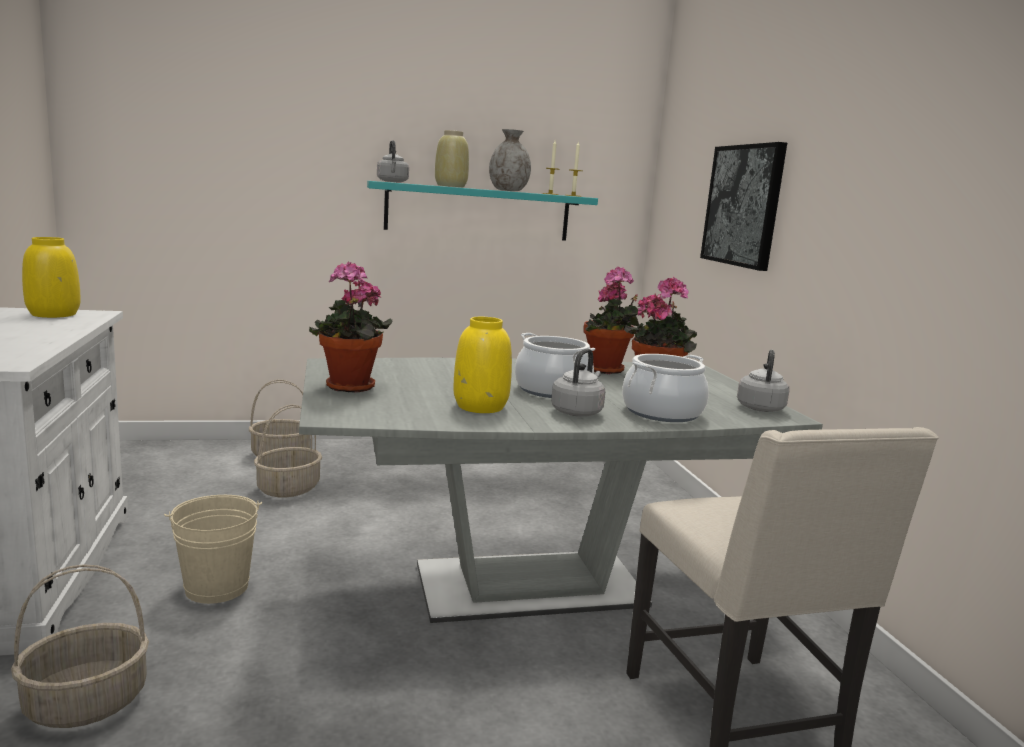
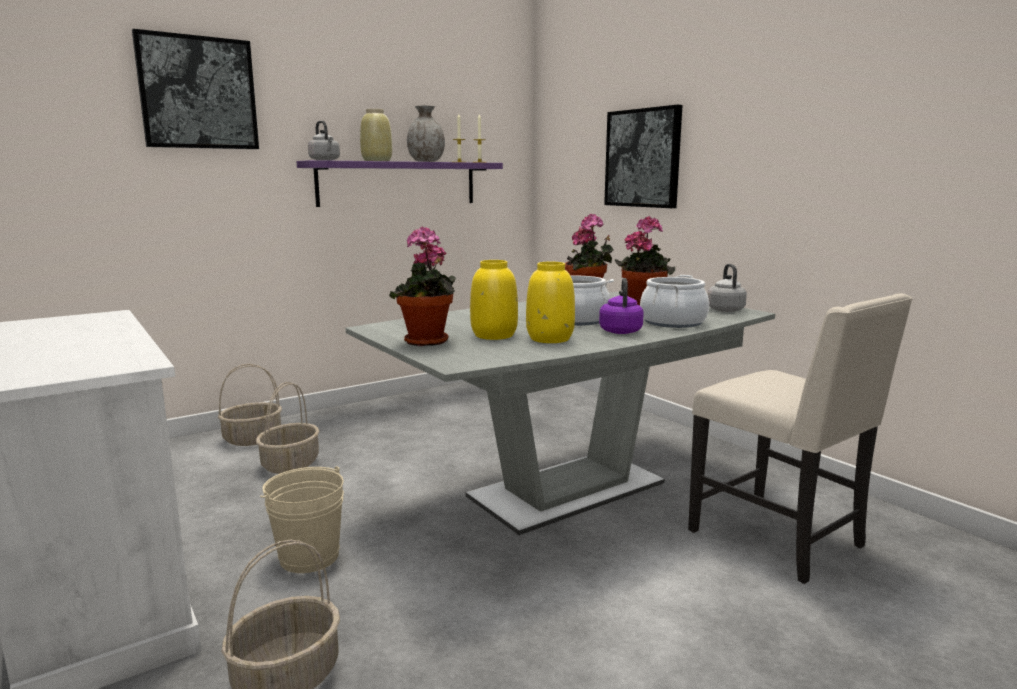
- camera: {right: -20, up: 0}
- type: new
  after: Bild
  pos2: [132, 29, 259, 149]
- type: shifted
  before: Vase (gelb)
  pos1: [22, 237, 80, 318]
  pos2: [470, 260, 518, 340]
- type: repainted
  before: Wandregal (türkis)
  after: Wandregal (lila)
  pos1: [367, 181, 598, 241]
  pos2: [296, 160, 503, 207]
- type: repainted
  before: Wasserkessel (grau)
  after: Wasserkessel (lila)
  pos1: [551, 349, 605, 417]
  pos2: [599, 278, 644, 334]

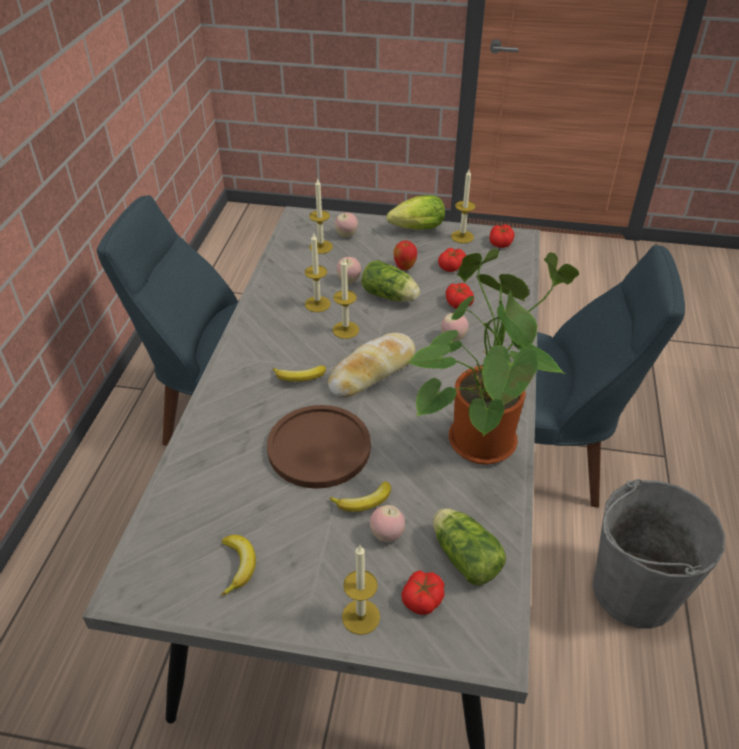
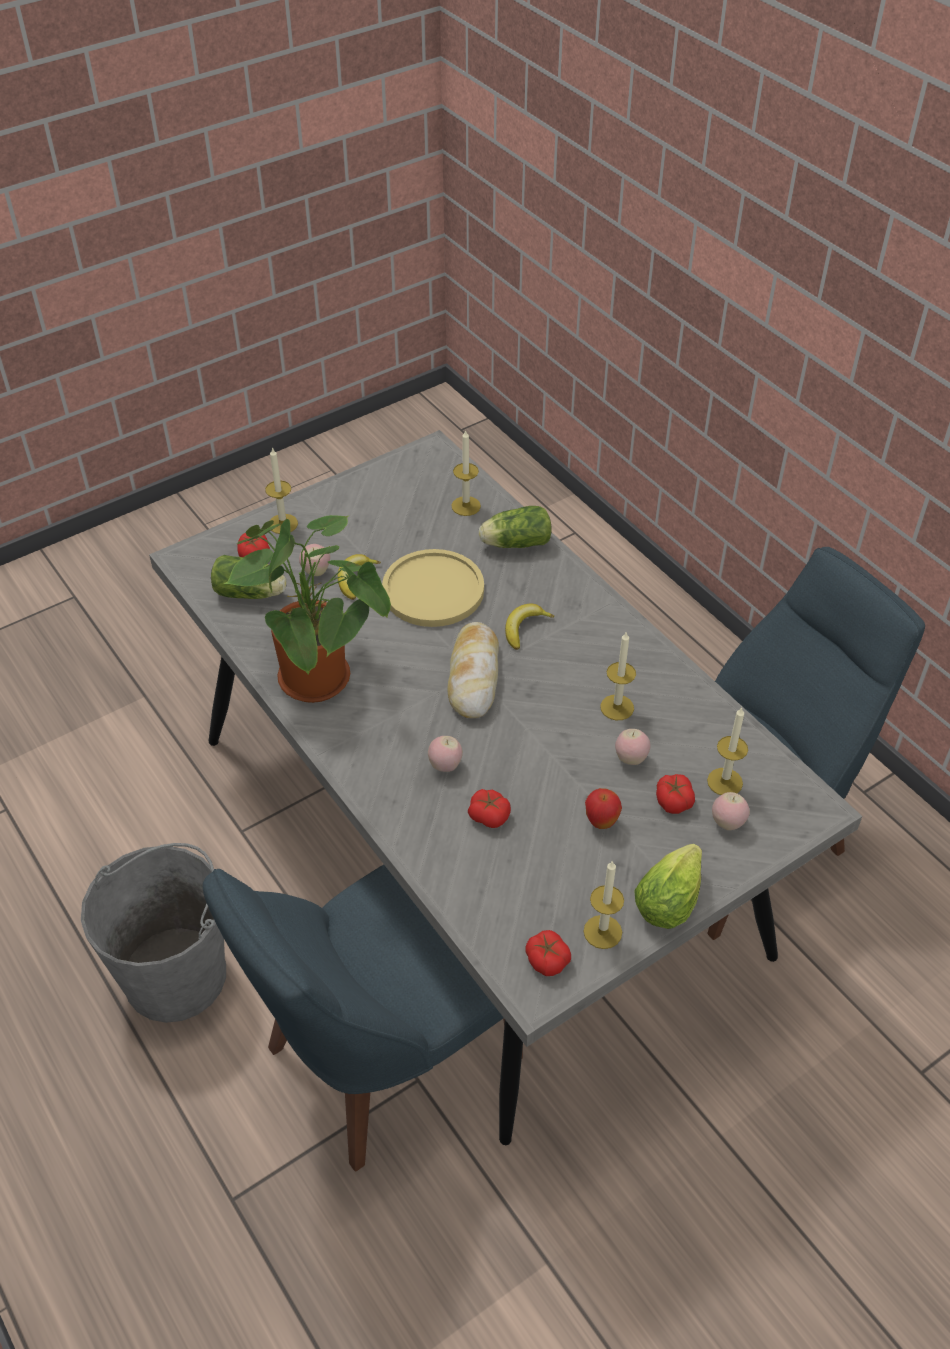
- camera: {right: 135, up: 5}
- type: gone
  before: Banane
  pos1: [221, 535, 256, 596]
- type: shifted
  before: Kerze
  pos1: [332, 258, 359, 339]
  pos2: [451, 429, 481, 516]
- type: shifted
  before: Salatkopf
  pos1: [361, 260, 420, 302]
  pos2: [479, 506, 552, 548]
- type: shifted
  before: Tomate
  pos1: [438, 248, 466, 272]
  pos2: [656, 774, 695, 814]
- type: repainted
  before: Teller (braun)
  after: Teller (gelb)
  pos1: [267, 405, 371, 489]
  pos2: [382, 549, 484, 627]

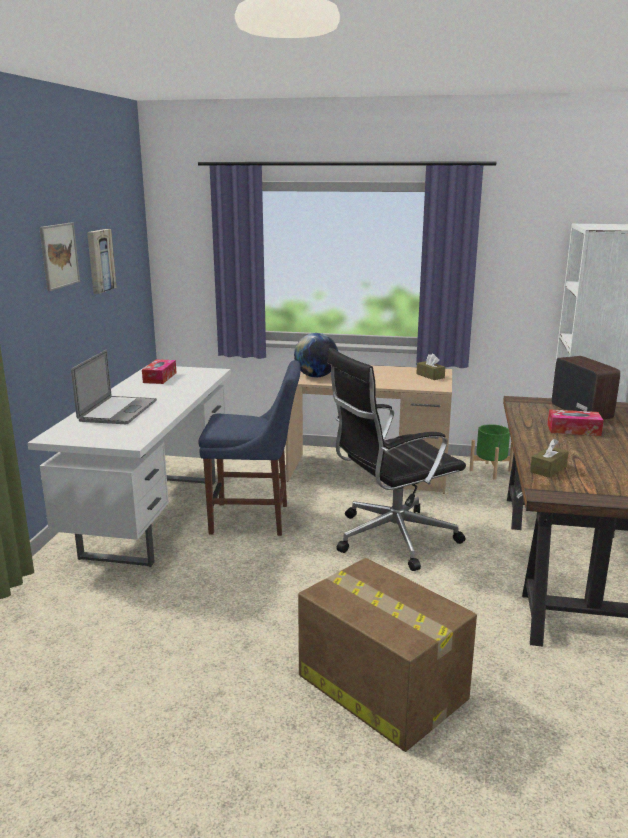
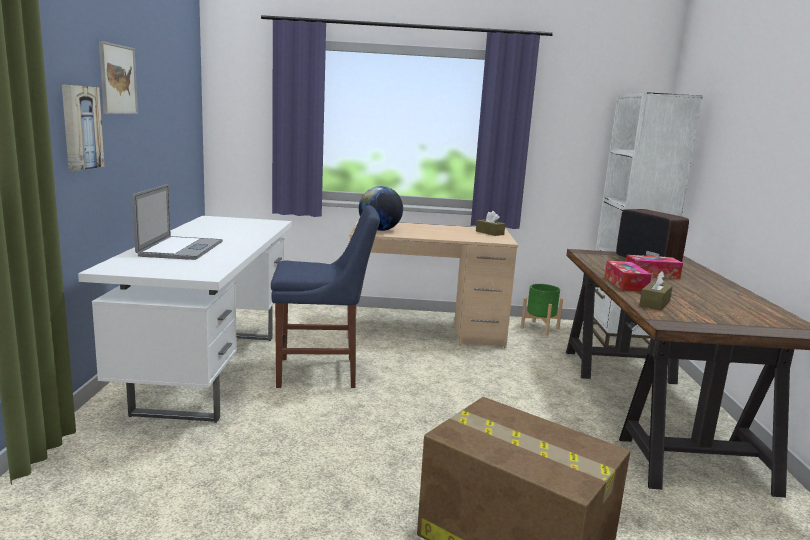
- camera: {right: -10, up: -5}
- type: gone
  before: Bürostuhl (schwarz)
  pos1: [327, 348, 466, 571]
- type: shifted
  before: Bild
  pos1: [87, 229, 117, 294]
  pos2: [62, 85, 105, 171]
- type: shifted
  before: Taschentuchbox
  pos1: [142, 359, 177, 384]
  pos2: [604, 261, 652, 291]

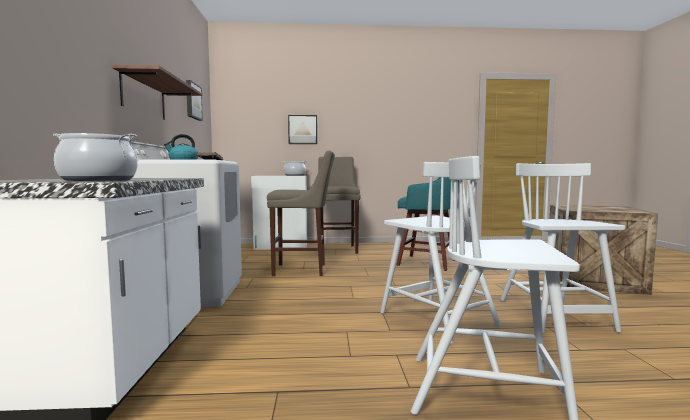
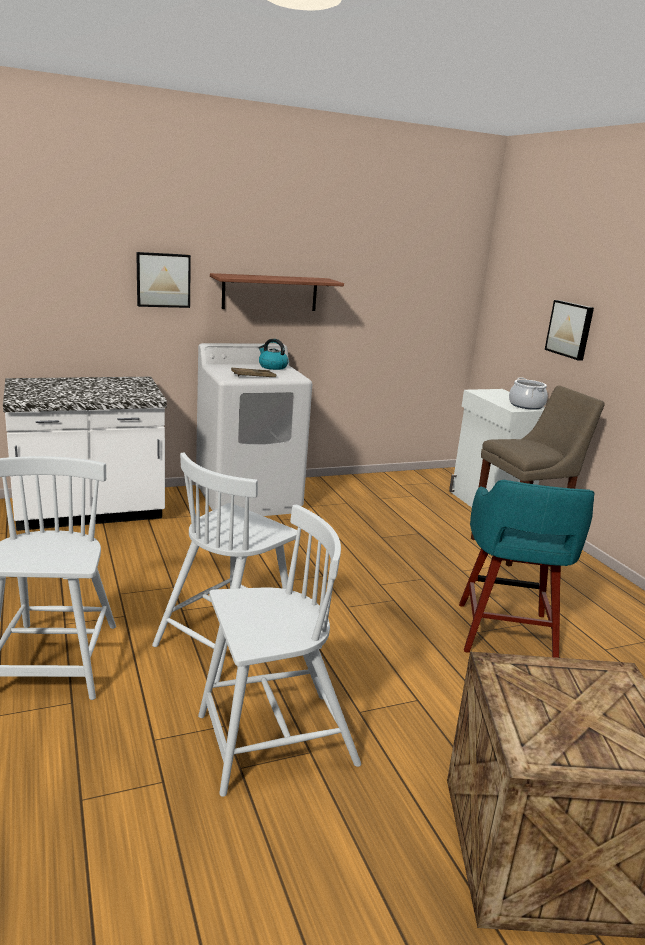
- camera: {right: 70, up: 15}
- type: gone
  before: Kochtopf
  pos1: [53, 133, 137, 181]
- type: gone
  before: Hocker (beige)
  pos1: [267, 151, 335, 276]
- type: shifted
  before: Bild
  pos1: [186, 80, 203, 121]
  pos2: [136, 252, 191, 308]

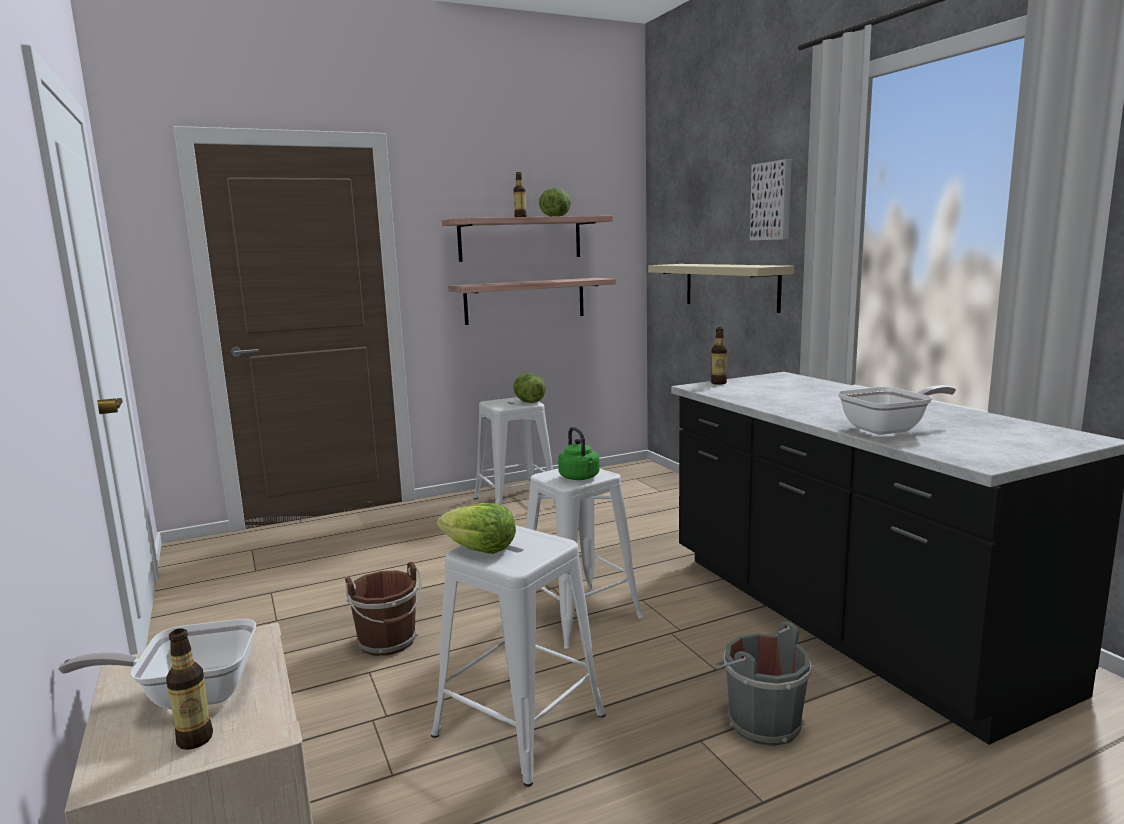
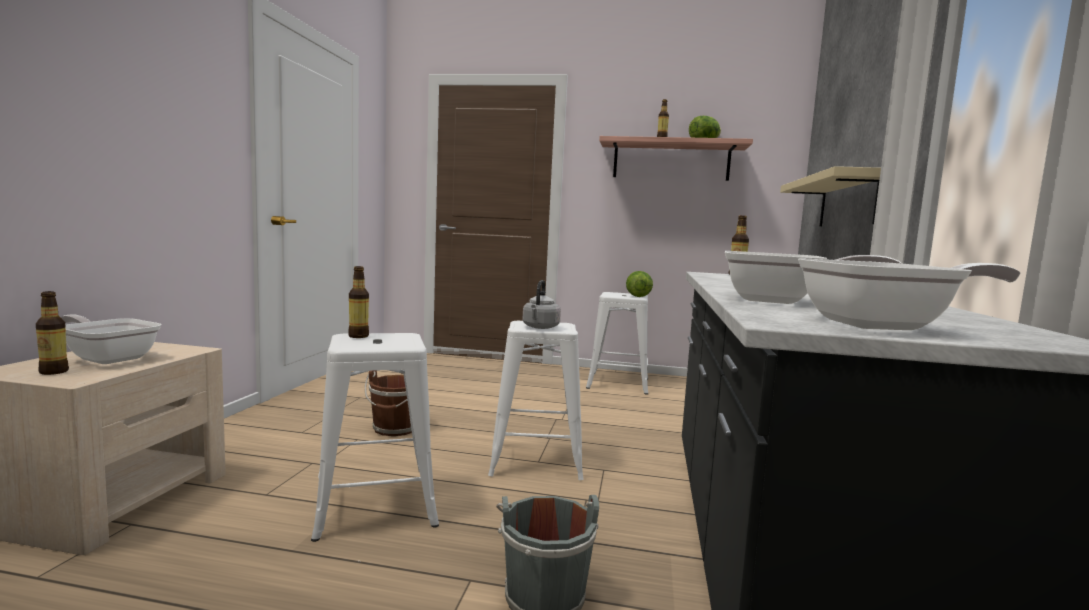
- camera: {right: 35, up: -5}
- type: gone
  before: Wandregal
  pos1: [448, 278, 616, 325]
- type: gone
  before: Bild
  pos1: [750, 159, 791, 240]
- type: new
  after: Pfanne
  pos2: [798, 258, 1020, 330]
- type: swapped
  before: Salatkopf
  after: Flasche
  pos1: [437, 503, 516, 554]
  pos2: [348, 266, 369, 338]
- type: repainted
  before: Wasserkessel (grün)
  after: Wasserkessel (grau)
  pos1: [558, 427, 599, 480]
  pos2: [522, 280, 561, 329]

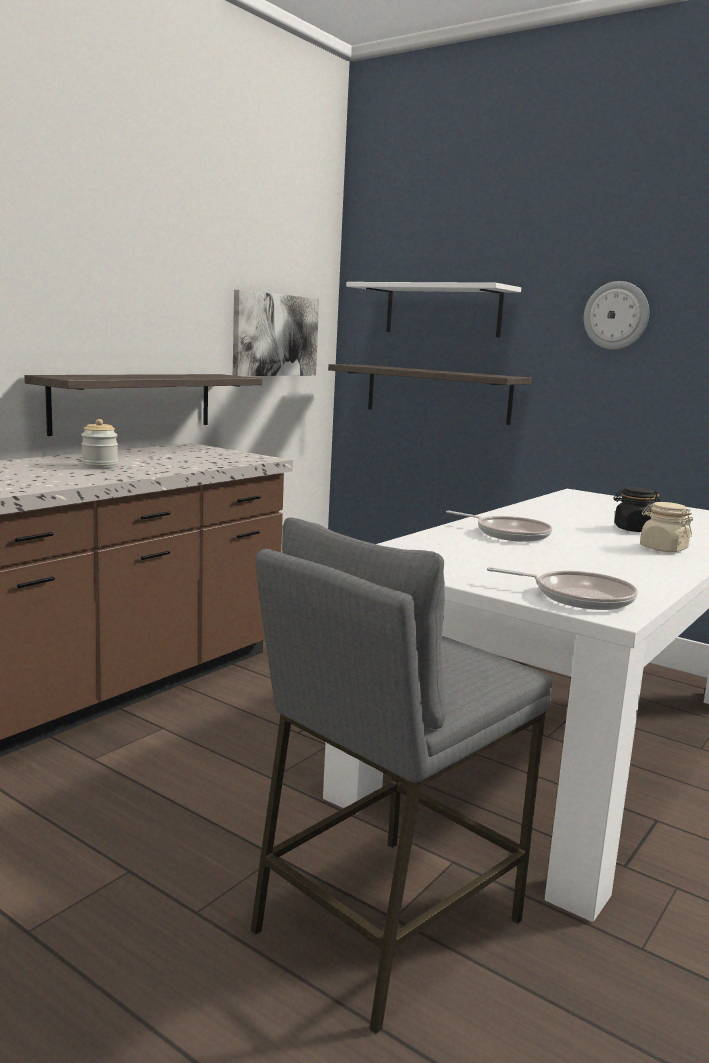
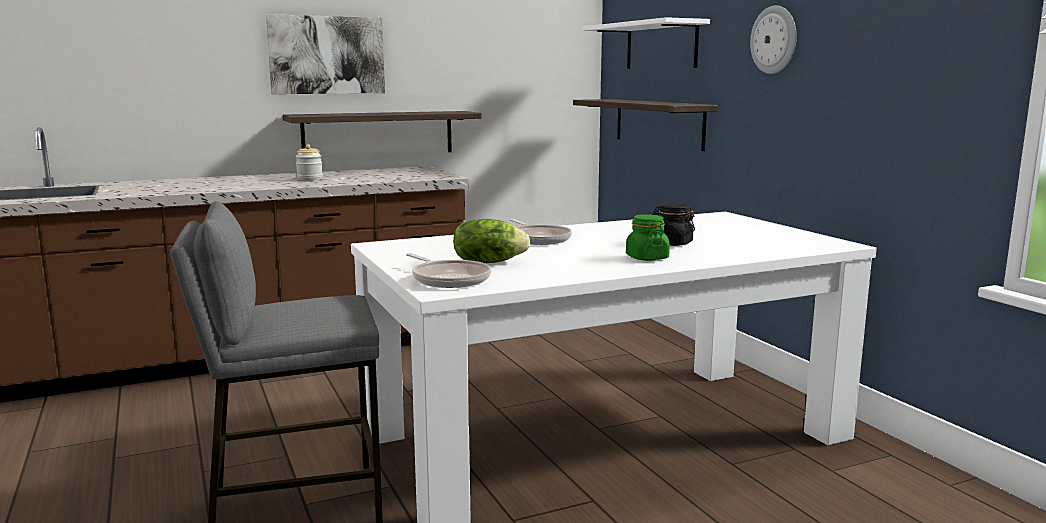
- camera: {right: 30, up: 0}
- type: new
  after: Salatkopf
  pos2: [453, 219, 530, 263]
- type: shifted
  before: Bild
  pos1: [233, 290, 319, 376]
  pos2: [266, 14, 385, 94]
- type: repainted
  before: Vorratsglas (beige)
  after: Vorratsglas (grün)
  pos1: [640, 502, 693, 552]
  pos2: [626, 214, 670, 261]

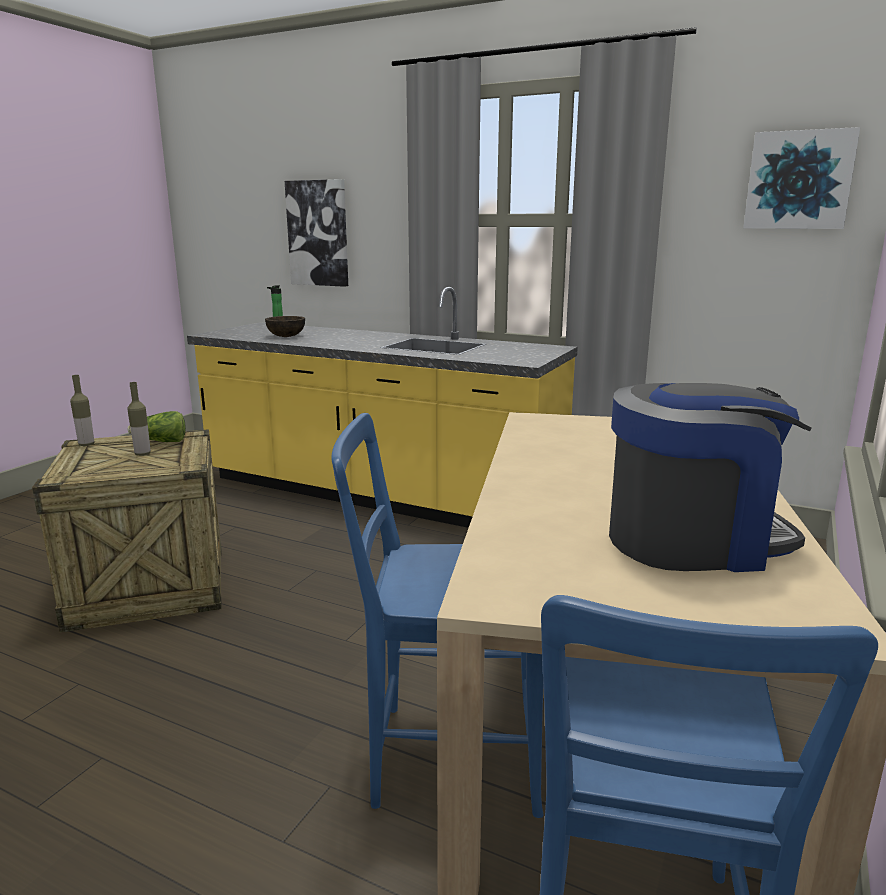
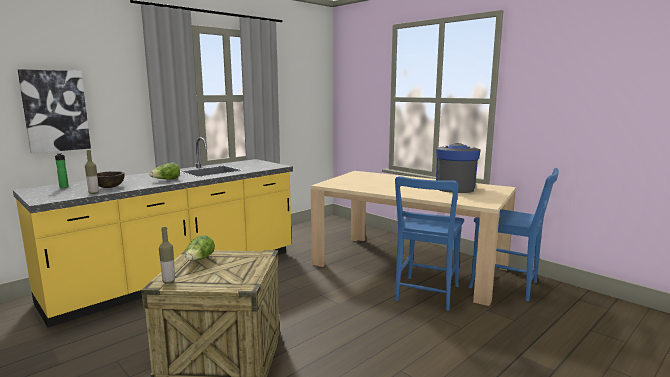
- camera: {right: -70, up: -5}
- type: gone
  before: Bild
  pos1: [743, 127, 860, 229]
- type: new
  after: Salatkopf
  pos2: [149, 162, 180, 180]
- type: shifted
  before: Flasche
  pos1: [127, 382, 151, 456]
  pos2: [85, 150, 99, 194]

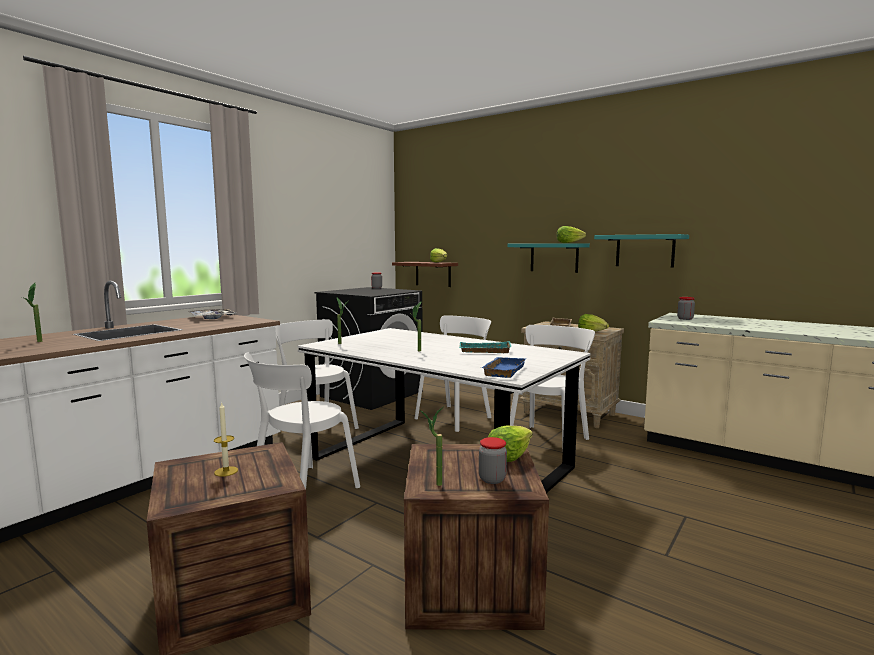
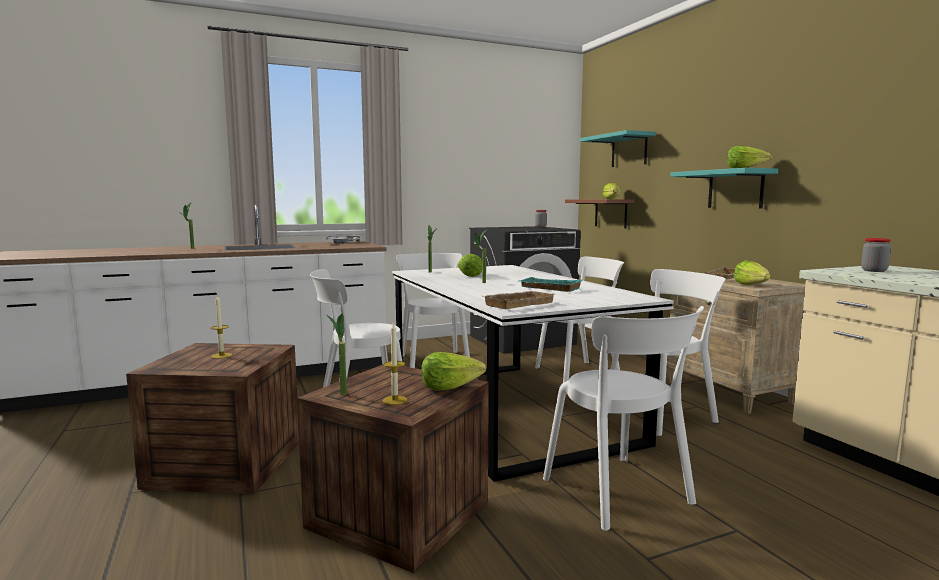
- camera: {right: 30, up: 0}
- type: new
  after: Salatkopf
  pos2: [458, 254, 482, 277]
- type: new
  after: Stuhl (weiß)
  pos2: [543, 306, 704, 531]
- type: shifted
  before: Wandregal (türkis)
  pos1: [594, 234, 689, 268]
  pos2: [580, 130, 656, 167]
- type: swapped
  before: Vorratsglas
  after: Kerze
  pos1: [479, 437, 507, 484]
  pos2: [383, 322, 407, 405]
- type: repainted
  before: Tablett (blau)
  after: Tablett (beige)
  pos1: [482, 357, 526, 378]
  pos2: [483, 291, 555, 309]

